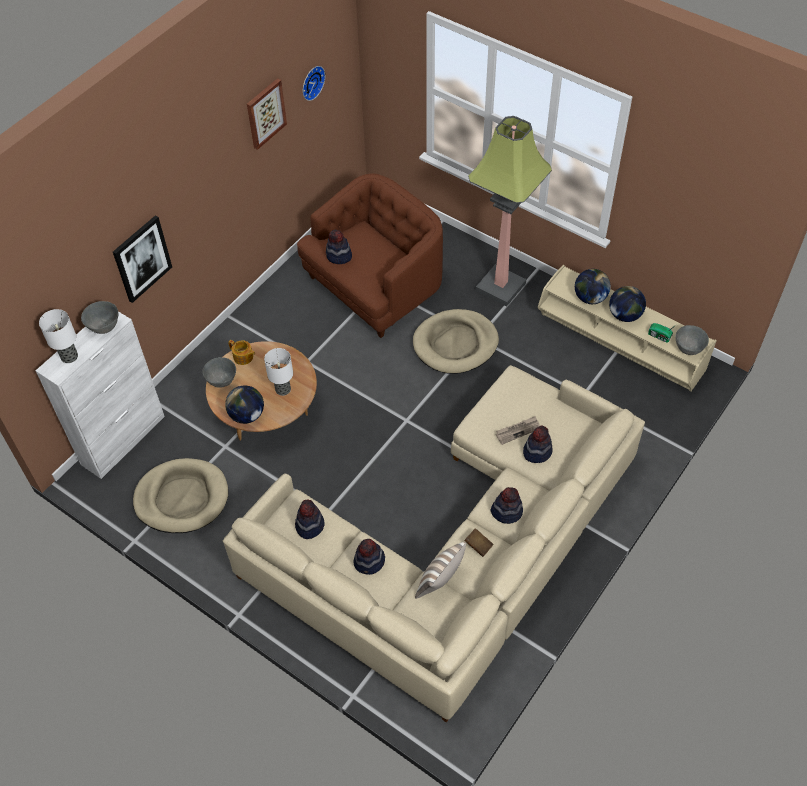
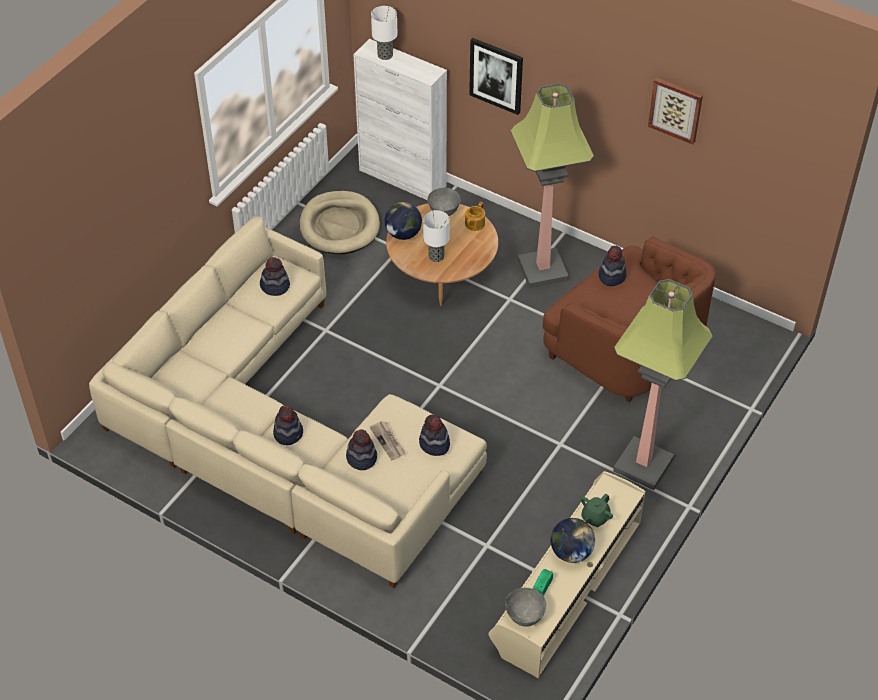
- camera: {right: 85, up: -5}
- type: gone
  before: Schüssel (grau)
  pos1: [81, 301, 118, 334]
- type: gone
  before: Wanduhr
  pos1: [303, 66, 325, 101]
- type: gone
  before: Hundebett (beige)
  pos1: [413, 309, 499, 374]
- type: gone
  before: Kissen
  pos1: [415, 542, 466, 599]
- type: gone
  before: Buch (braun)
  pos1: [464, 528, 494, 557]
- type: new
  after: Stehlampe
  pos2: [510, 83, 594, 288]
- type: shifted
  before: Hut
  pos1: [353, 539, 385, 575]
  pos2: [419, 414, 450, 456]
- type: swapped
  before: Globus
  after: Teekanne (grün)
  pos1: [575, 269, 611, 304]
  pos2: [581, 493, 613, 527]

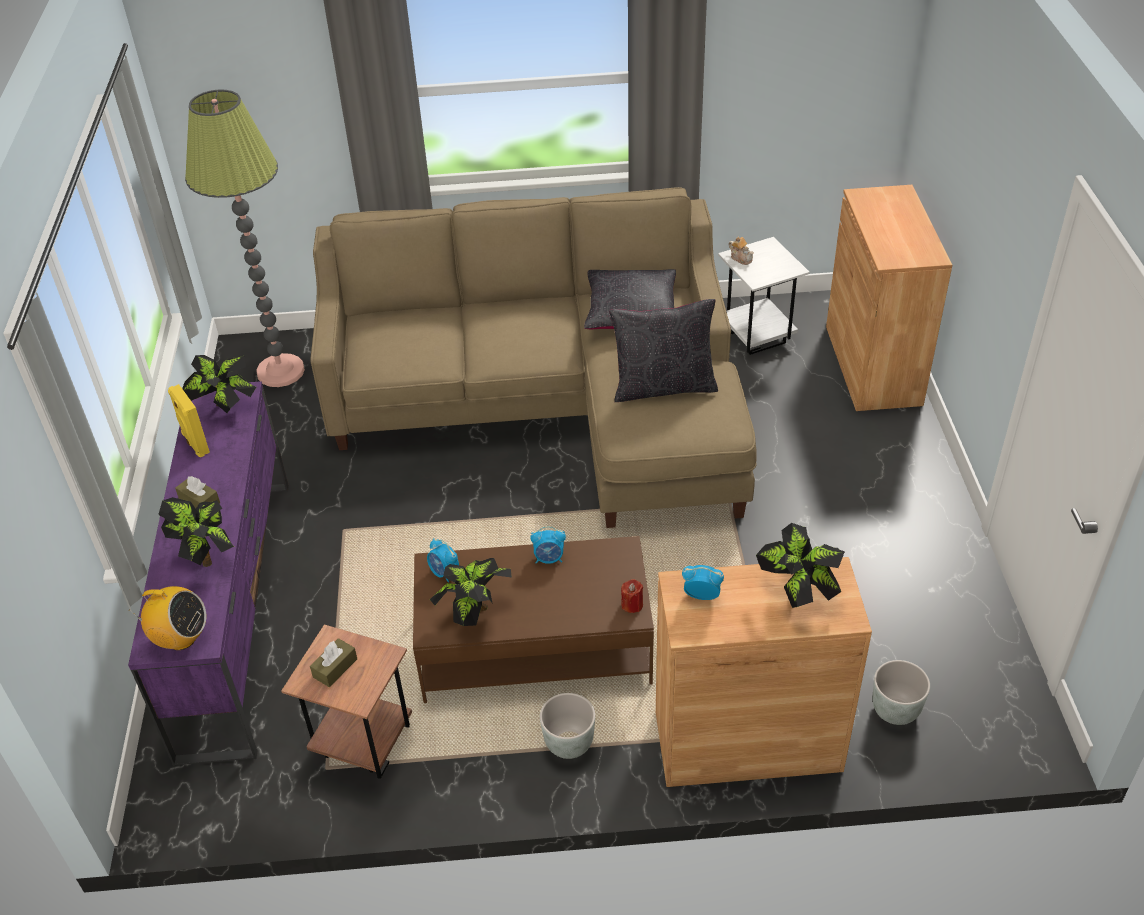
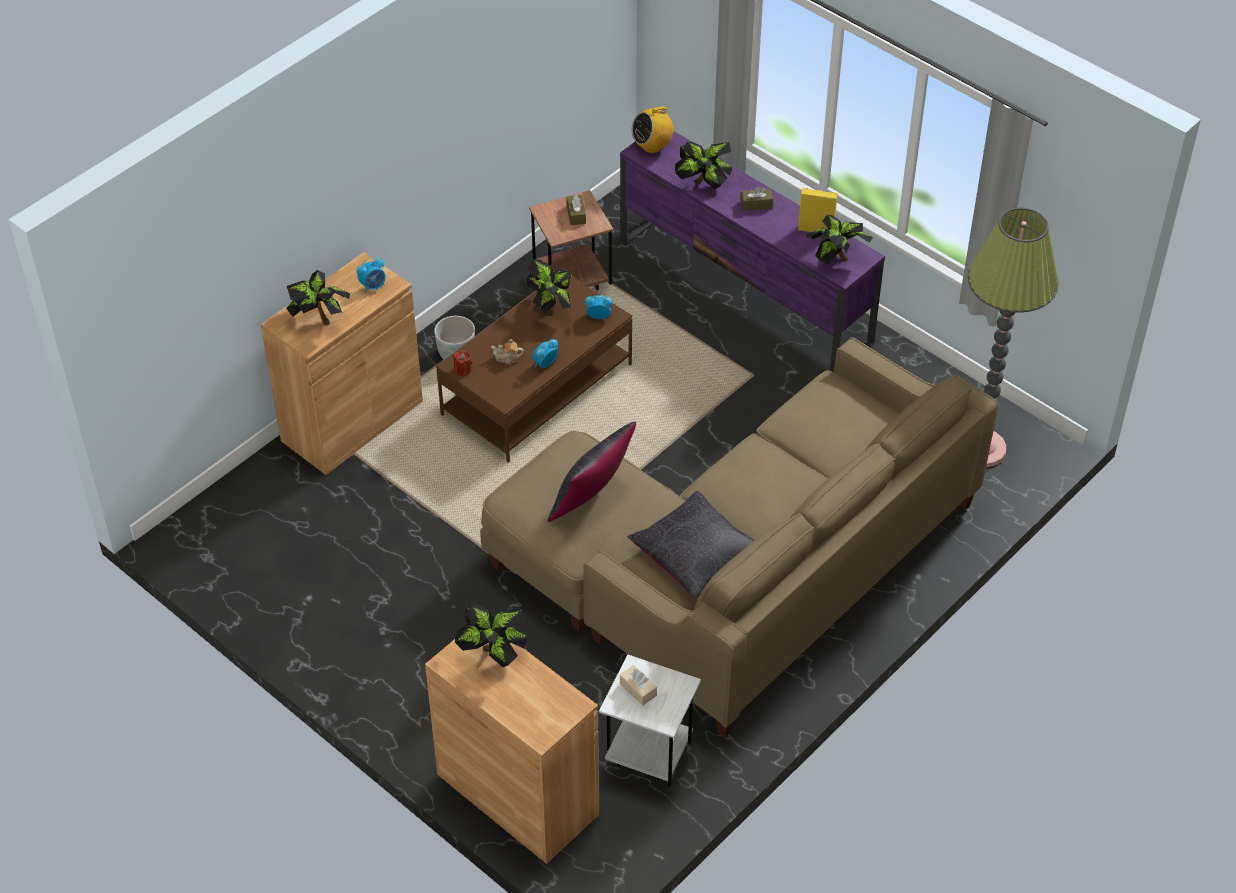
- camera: {right: 135, up: 5}
- type: gone
  before: Pflanzkübel (grau)
  pos1: [872, 660, 930, 725]
- type: new
  after: Topfpflanze
  pos2: [455, 602, 529, 667]
- type: new
  after: Taschentuchbox (beige)
  pos2: [620, 665, 657, 706]
- type: shifted
  before: Teekanne
  pos1: [729, 237, 754, 265]
  pos2: [491, 339, 524, 364]

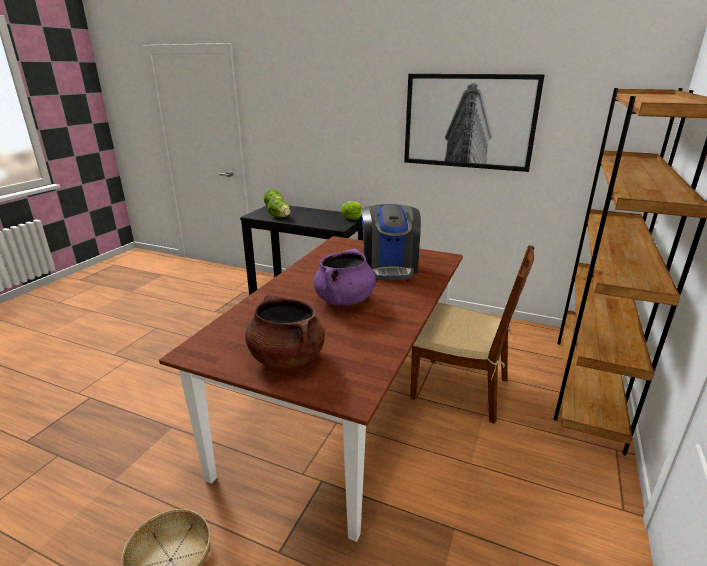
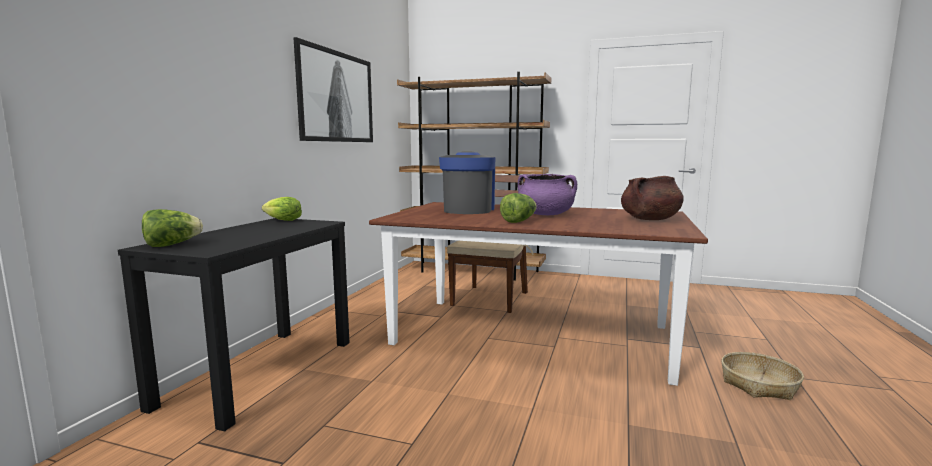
- camera: {right: -95, up: -15}
- type: shifted
  before: Salatkopf
  pos1: [267, 198, 291, 217]
  pos2: [500, 193, 537, 223]
- type: rotated
  before: Kaffeemaschine
  pos1: [361, 204, 421, 280]
  pos2: [439, 151, 496, 214]
  turn: -75

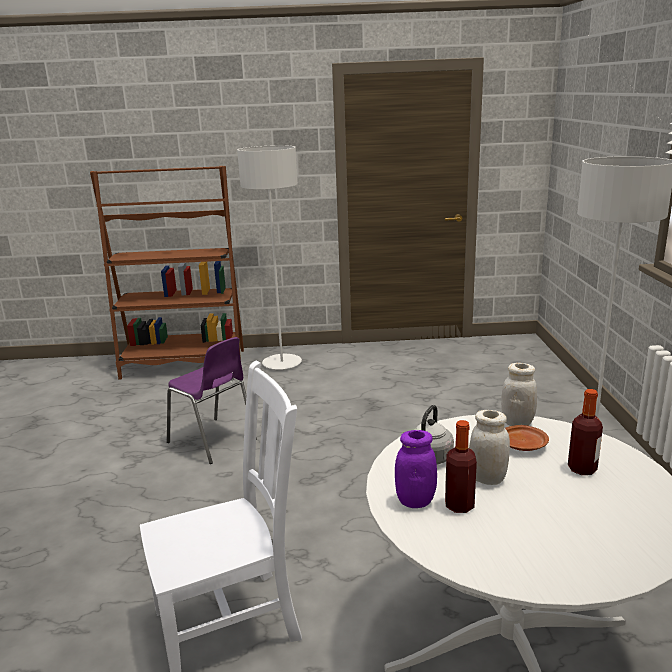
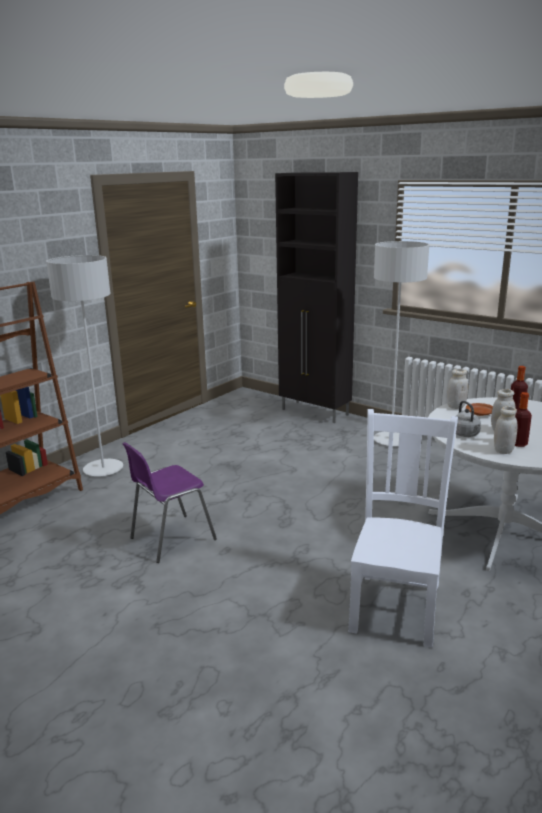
- camera: {right: -50, up: 0}
- type: new
  after: Schrank (schwarz)
  pos2: [275, 172, 358, 423]
- type: repainted
  before: Vorratsglas (lila)
  after: Vorratsglas (weiß)
  pos1: [395, 430, 437, 508]
  pos2: [494, 406, 518, 454]
- type: rotated
  before: Stuhl (lila)
  pos1: [167, 337, 257, 464]
  pos2: [122, 442, 217, 563]
  turn: 150

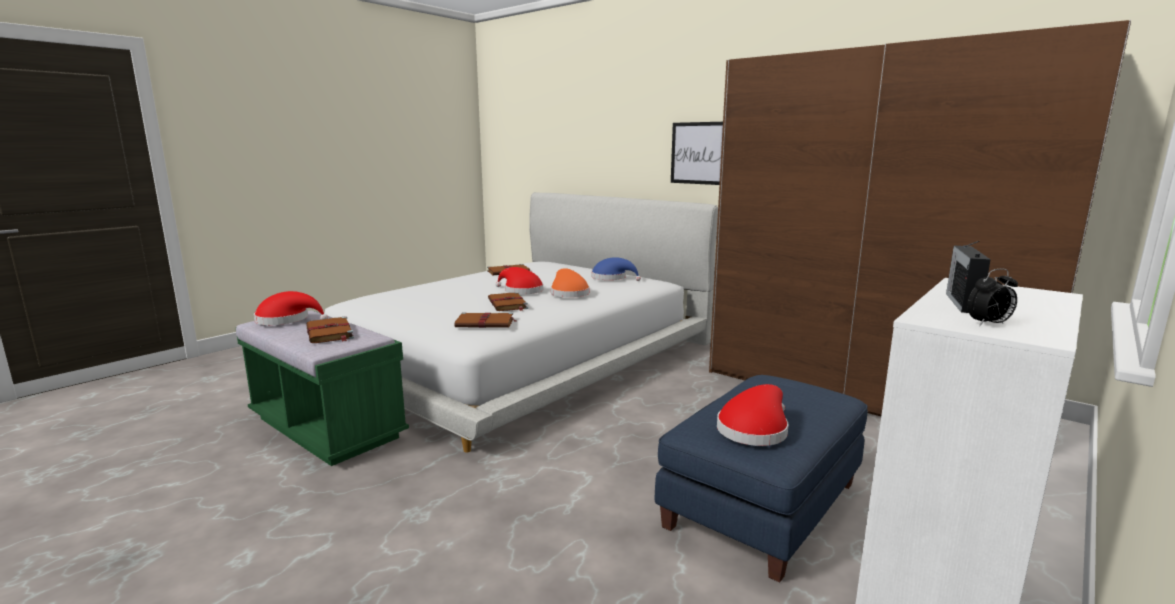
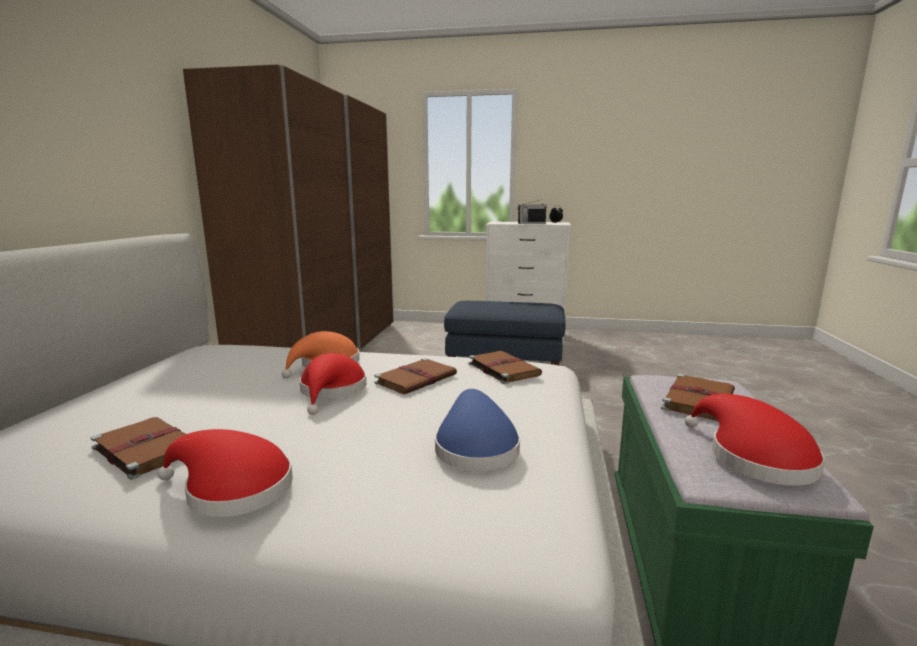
- camera: {right: -120, up: 0}
- type: gone
  before: Bild
  pos1: [671, 122, 723, 185]
- type: shifted
  before: Hut (blau)
  pos1: [591, 257, 641, 281]
  pos2: [435, 389, 520, 471]
- type: shifted
  before: Hut (rot)
  pos1: [717, 384, 788, 446]
  pos2: [158, 429, 293, 517]

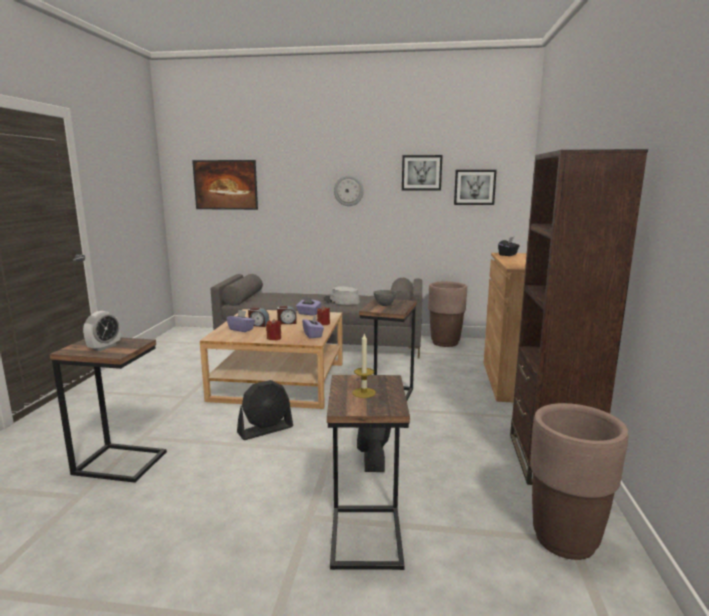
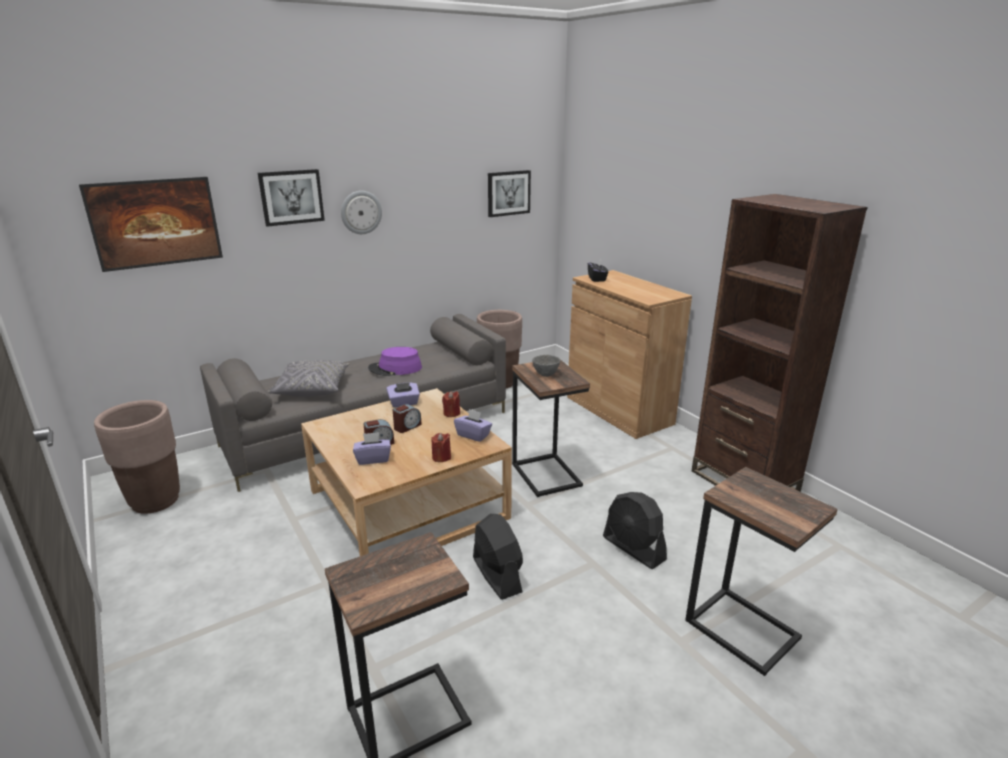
- camera: {right: -40, up: 10}
- type: gone
  before: Wecker
  pos1: [83, 311, 120, 351]
- type: gone
  before: Kerze
  pos1: [352, 333, 376, 398]
- type: new
  after: Kissen (grau)
  pos2: [268, 360, 350, 397]
- type: shifted
  before: Bild
  pos1: [402, 155, 442, 191]
  pos2: [258, 169, 325, 227]
- type: shifted
  before: Pflanzkübel (braun)
  pos1: [530, 403, 628, 560]
  pos2: [94, 400, 180, 514]
- type: repainted
  before: Hut (grau)
  after: Hut (lila)
  pos1: [324, 286, 360, 305]
  pos2: [368, 347, 422, 376]
- type: rotated
  before: Ventilator (schwarz)
  pos1: [237, 380, 293, 440]
  pos2: [473, 514, 523, 600]
  turn: -45

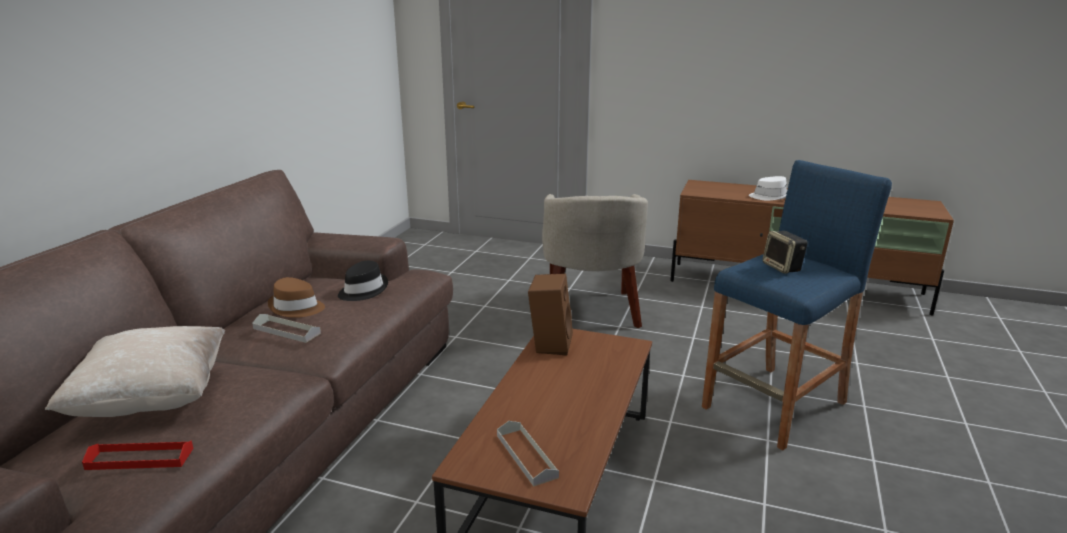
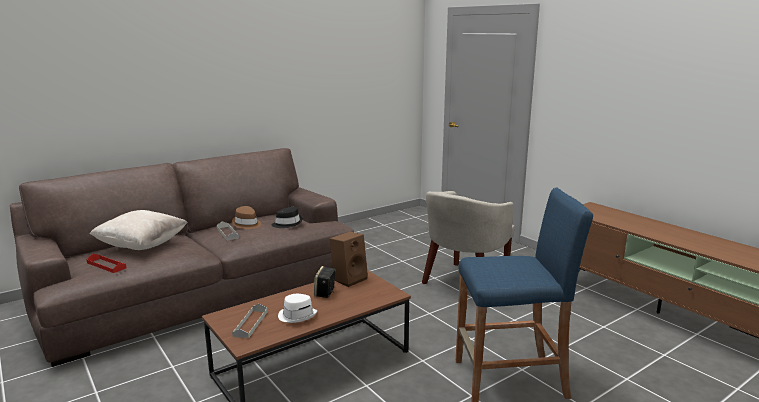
- camera: {right: 35, up: -5}
- type: shifted
  before: Hut (weiß)
  pos1: [749, 176, 788, 200]
  pos2: [278, 294, 317, 323]
- type: shifted
  before: Lautsprecher
  pos1: [763, 231, 807, 274]
  pos2: [314, 266, 336, 298]

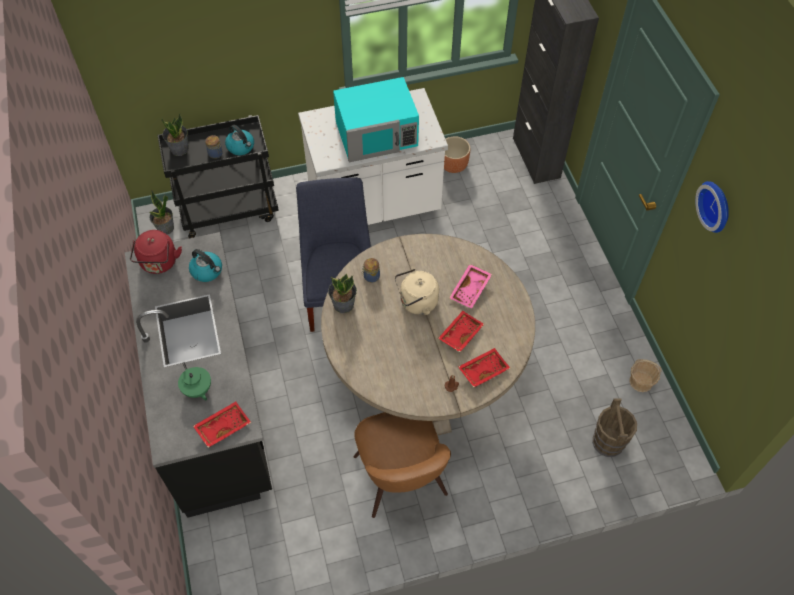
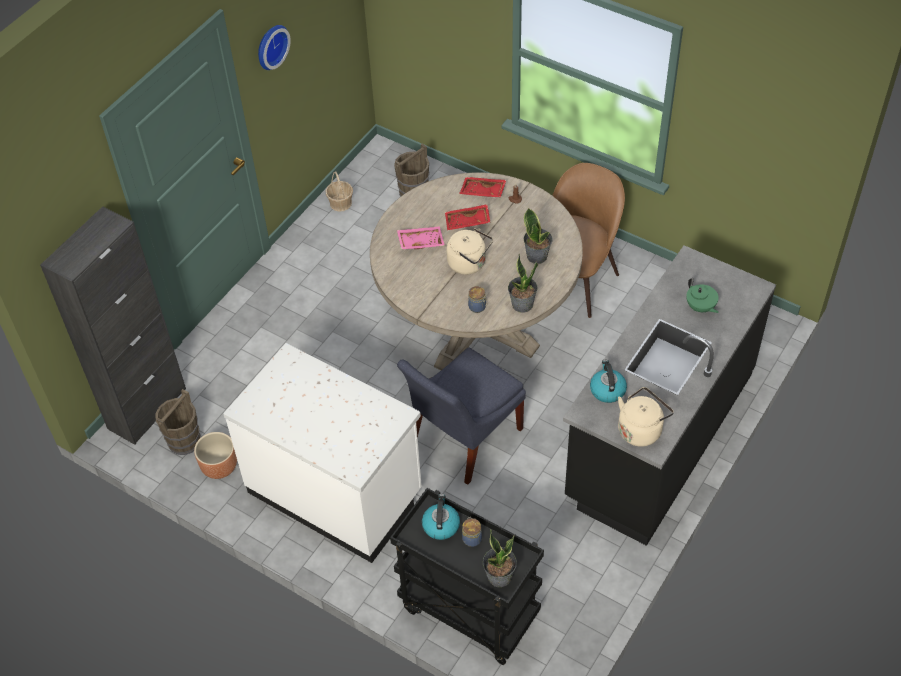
- camera: {right: -130, up: -5}
- type: gone
  before: Tablett (rot)
  pos1: [193, 402, 251, 448]
- type: gone
  before: Mikrowelle (türkis)
  pos1: [333, 77, 419, 162]
- type: new
  after: Eimer (braun)
  pos2: [156, 389, 201, 455]
- type: shifted
  before: Topfpflanze
  pos1: [149, 189, 174, 234]
  pos2: [524, 208, 553, 264]
- type: repainted
  before: Wasserkessel (rot)
  after: Wasserkessel (beige)
  pos1: [130, 230, 182, 274]
  pos2: [618, 387, 674, 447]
- type: rotated
  before: Teekanne (grün)
  pos1: [178, 362, 211, 401]
  pos2: [686, 278, 719, 313]
  turn: 135

